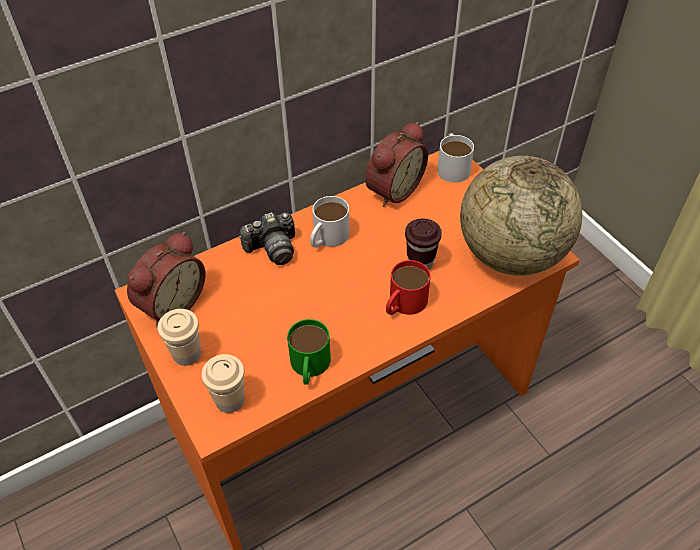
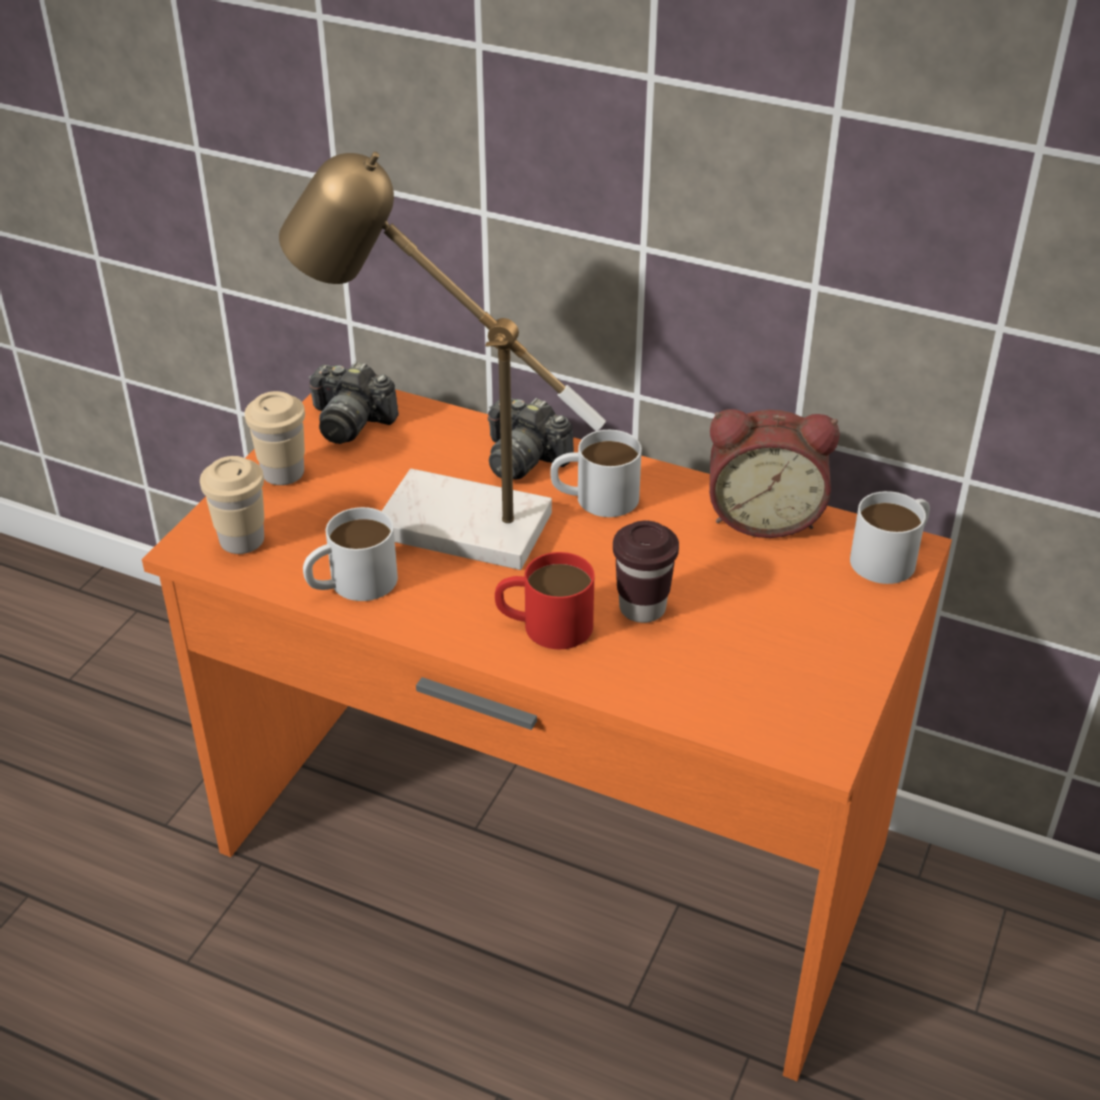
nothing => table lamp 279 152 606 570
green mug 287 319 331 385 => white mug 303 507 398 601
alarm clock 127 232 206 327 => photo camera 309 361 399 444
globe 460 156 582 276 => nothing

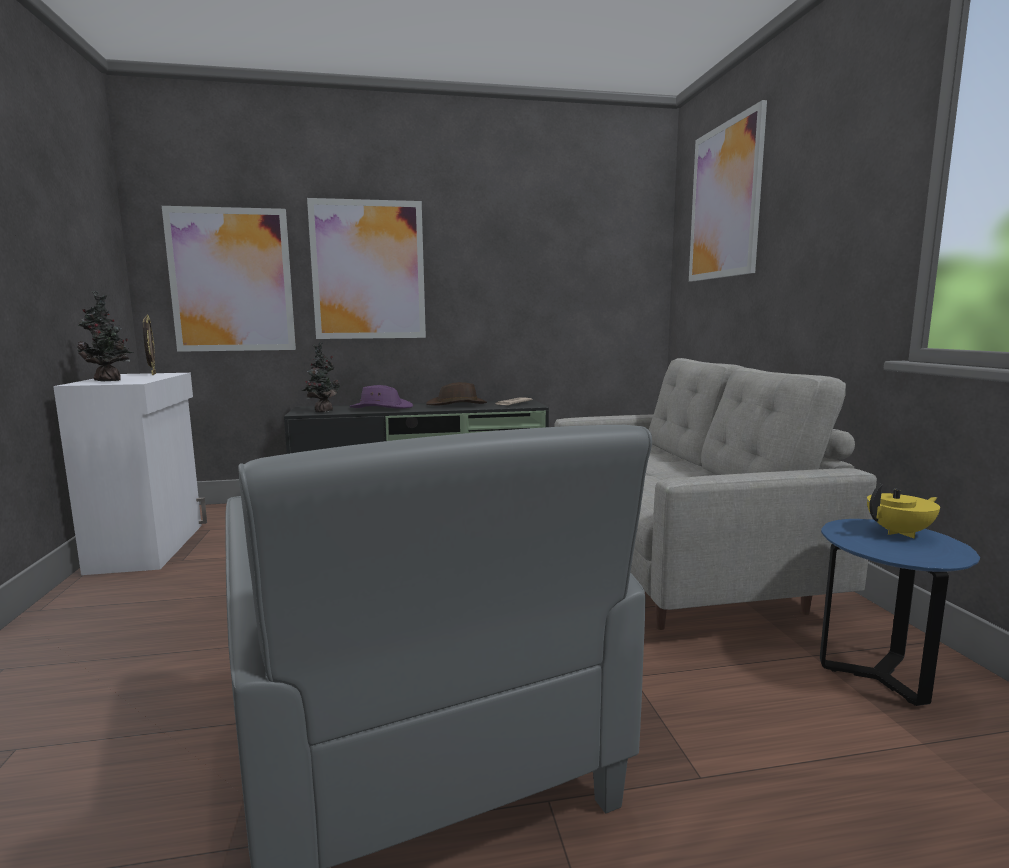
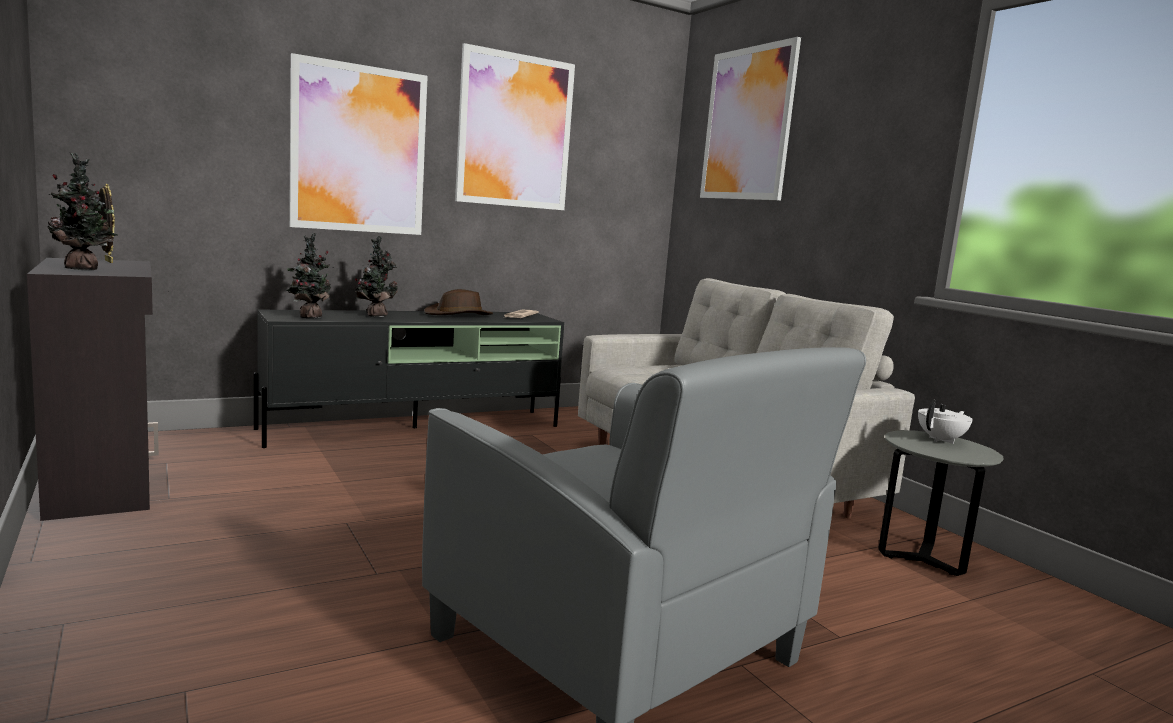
white cabinet 53 373 207 575 => black cabinet 27 258 159 521
purple hat 349 385 413 409 => potted plant 355 236 398 317
picture 162 206 296 352 => picture 455 43 575 210, relocated
blue side table 820 519 980 706 => grey side table 879 430 1003 576
yellow teapot 867 484 940 538 => white teapot 918 400 973 444

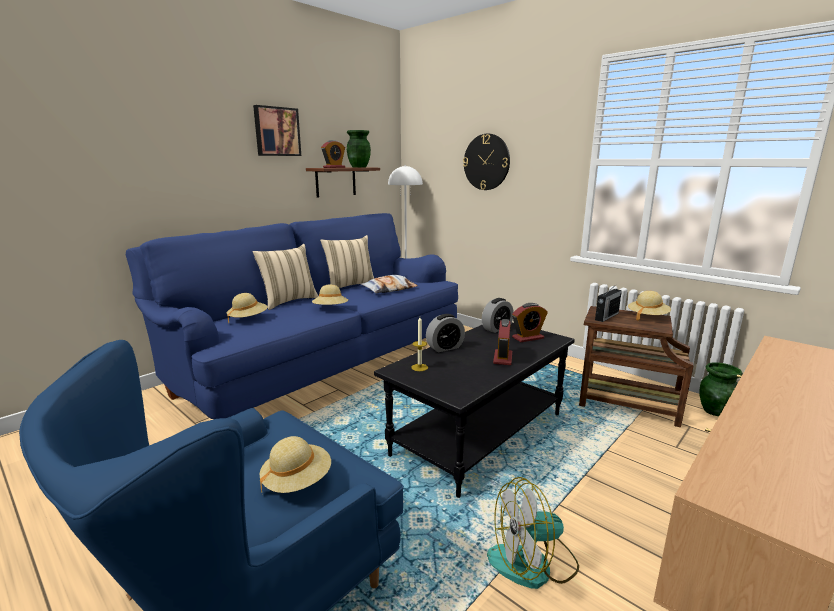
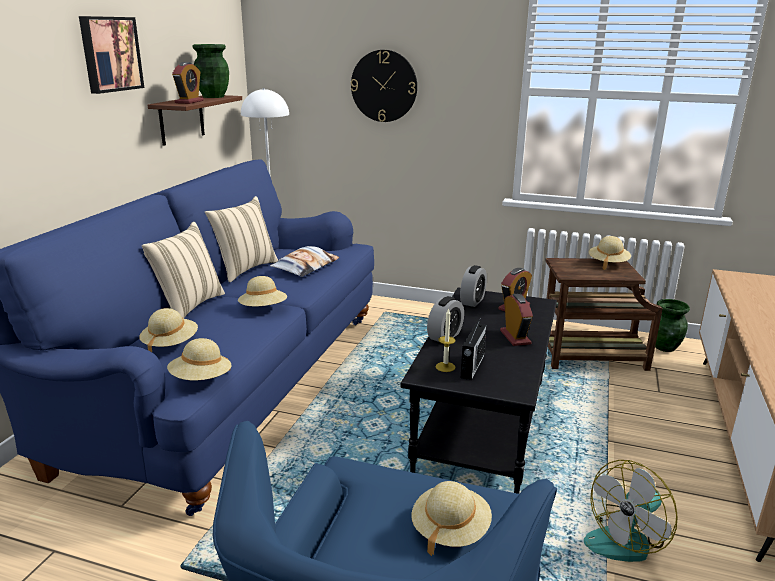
nothing => beige hat 167 338 232 381
radio 595 285 622 322 => radio 461 320 486 380, relocated

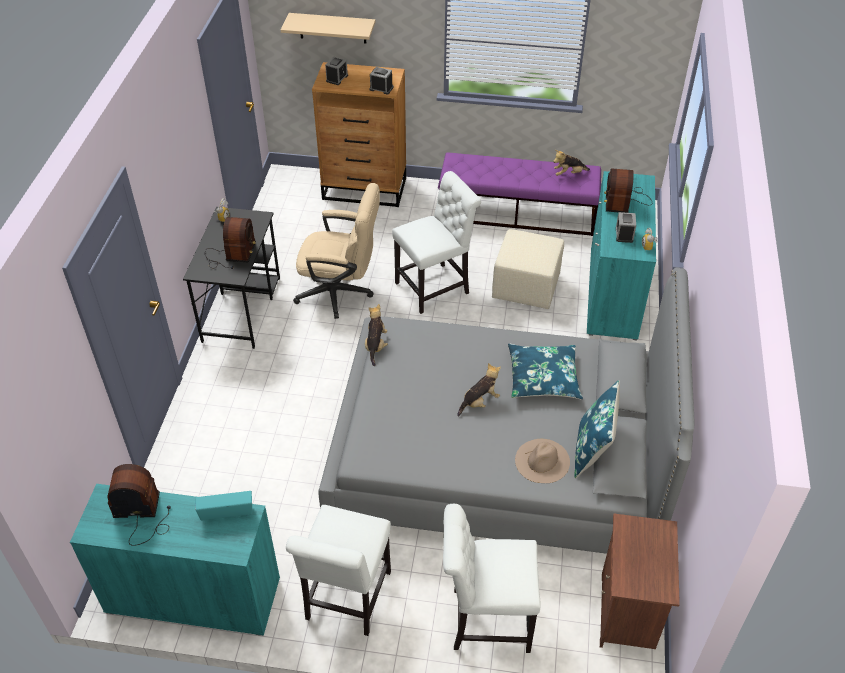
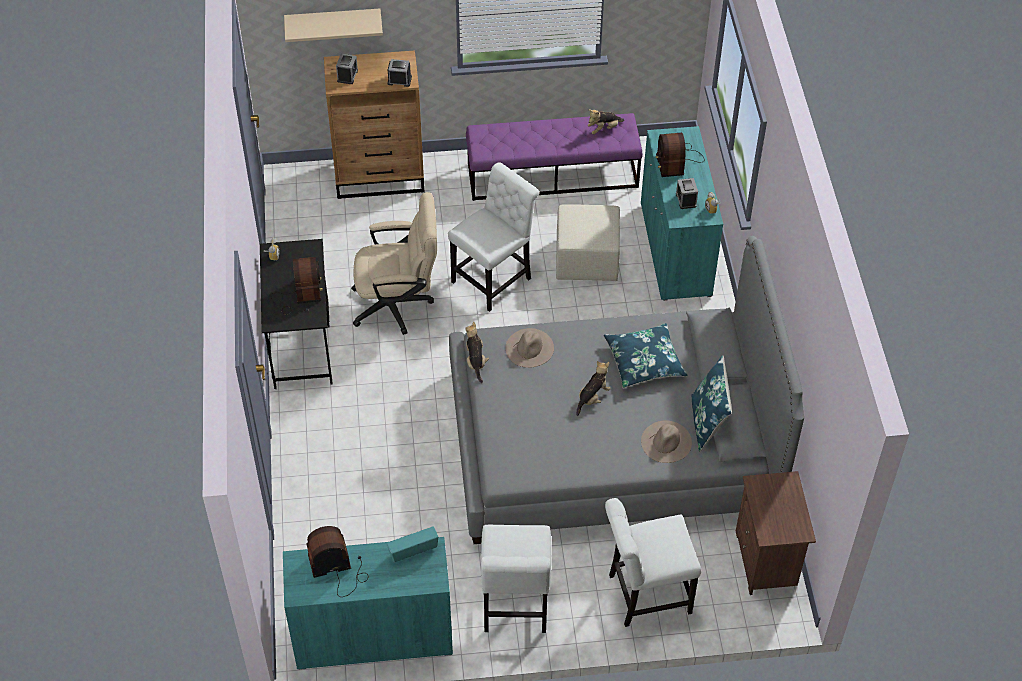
nothing => beige hat 505 328 554 368

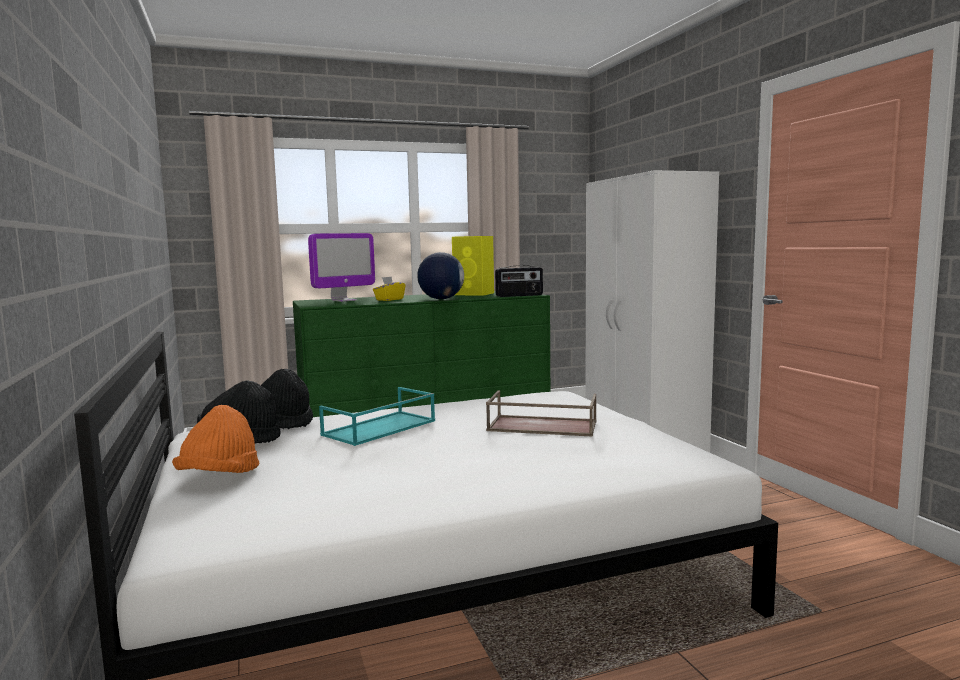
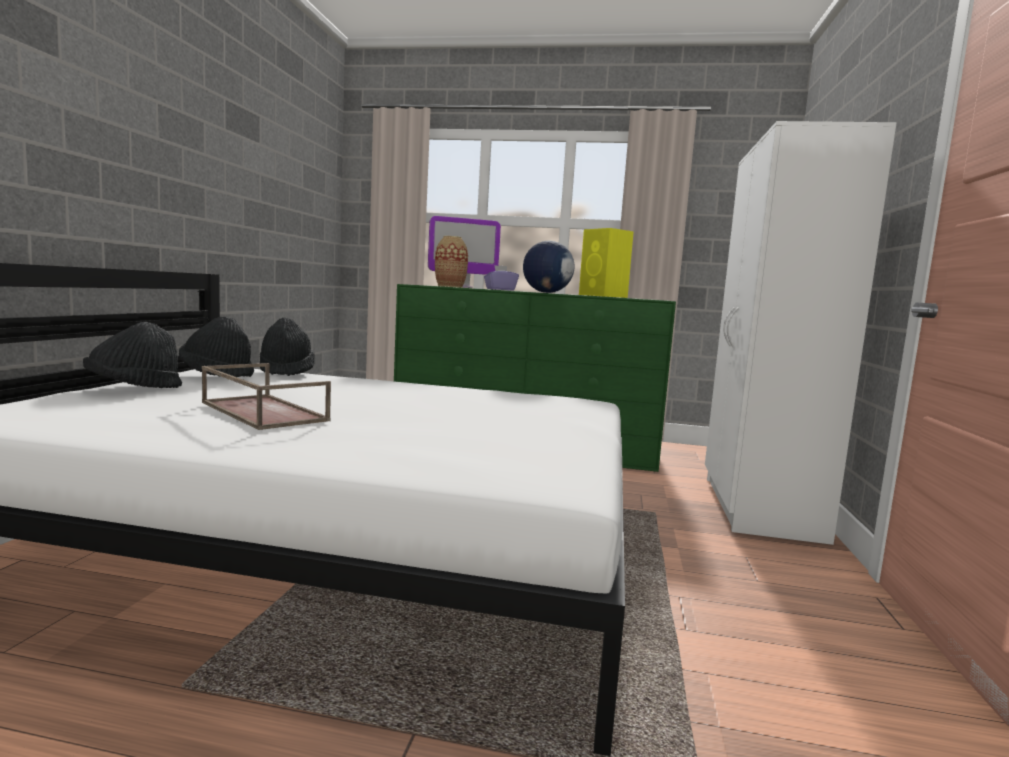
orange hat 172 405 259 473 => black hat 83 322 182 388
brown tray 486 390 597 437 => brown tray 202 363 331 430, relocated
nothing => vase 435 236 468 288
yellow tissue box 373 277 406 301 => purple tissue box 484 265 519 291
turquoise tray 319 387 435 446 => nothing
radio 495 265 543 297 => nothing

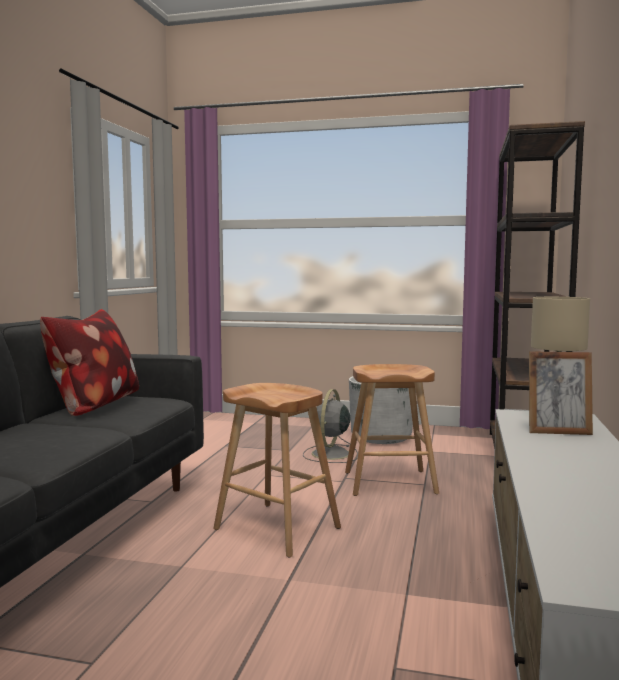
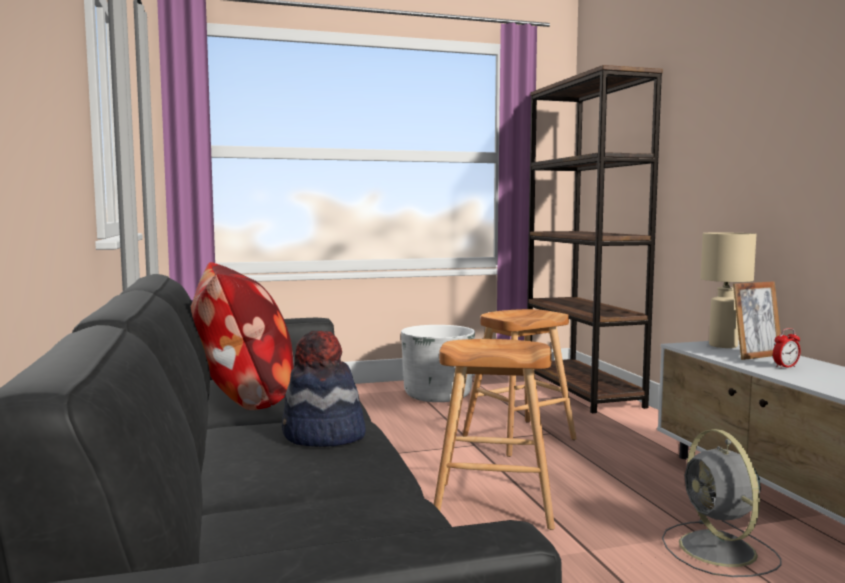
nothing => hat 282 331 366 447
grey fan 303 389 358 463 => grey fan 662 429 782 577, relocated
nothing => alarm clock 773 328 801 368

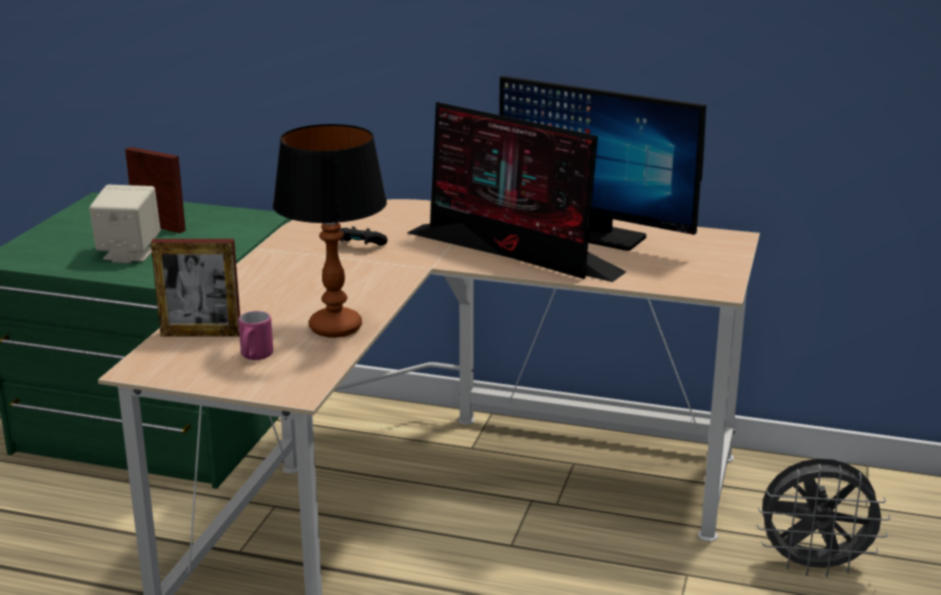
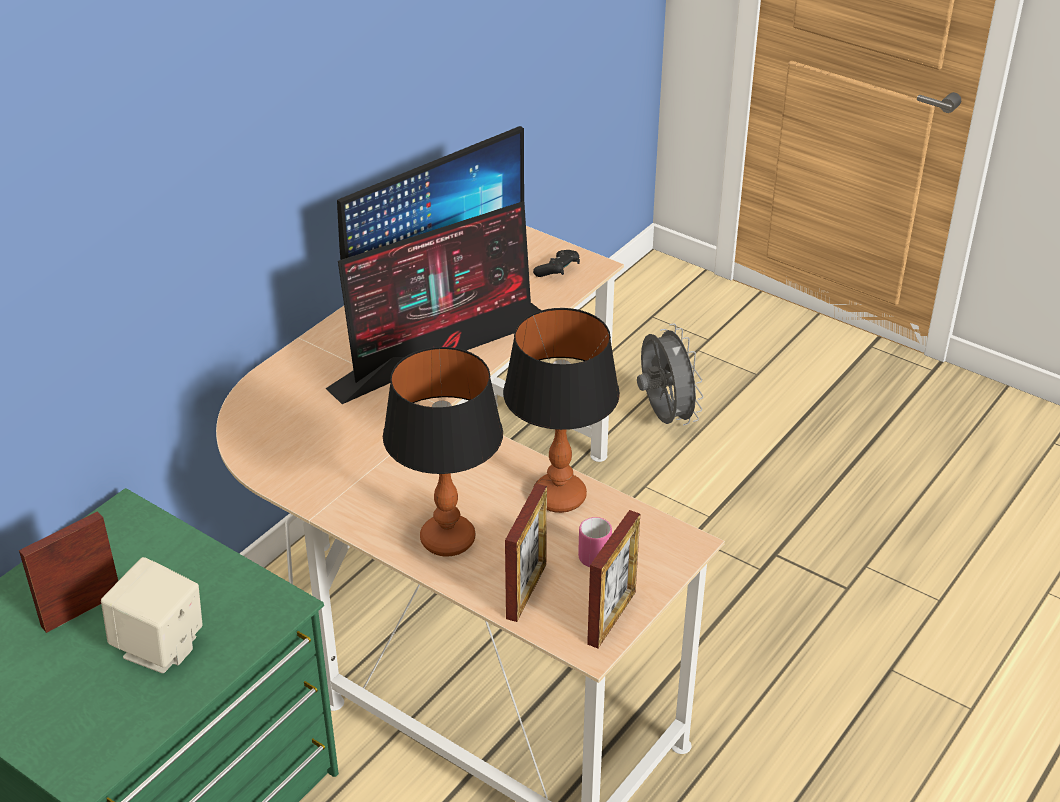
nothing => table lamp 383 347 503 556
black game controller 340 226 387 246 => black game controller 533 250 580 277, relocated
nothing => picture frame 587 510 640 648
grey fan 756 458 890 577 => grey fan 637 323 703 426, 45 degrees counterclockwise

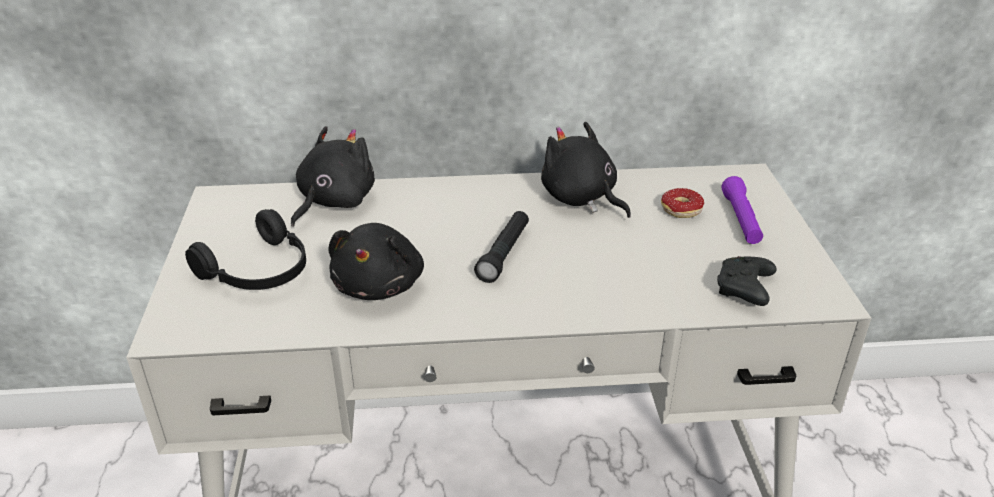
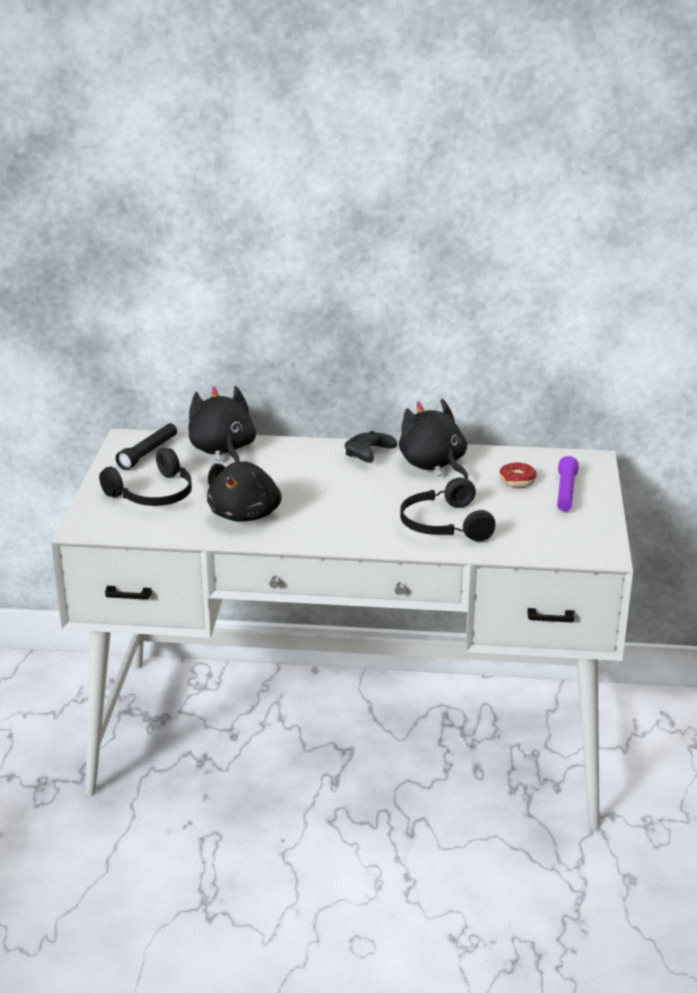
black flashlight 474 211 529 283 => black flashlight 116 423 177 470, relocated
black plush toy 291 126 375 227 => black plush toy 189 386 256 462, 60 degrees counterclockwise
black game controller 717 256 777 306 => black game controller 345 431 397 463, relocated
nothing => black headphones 400 477 495 541

